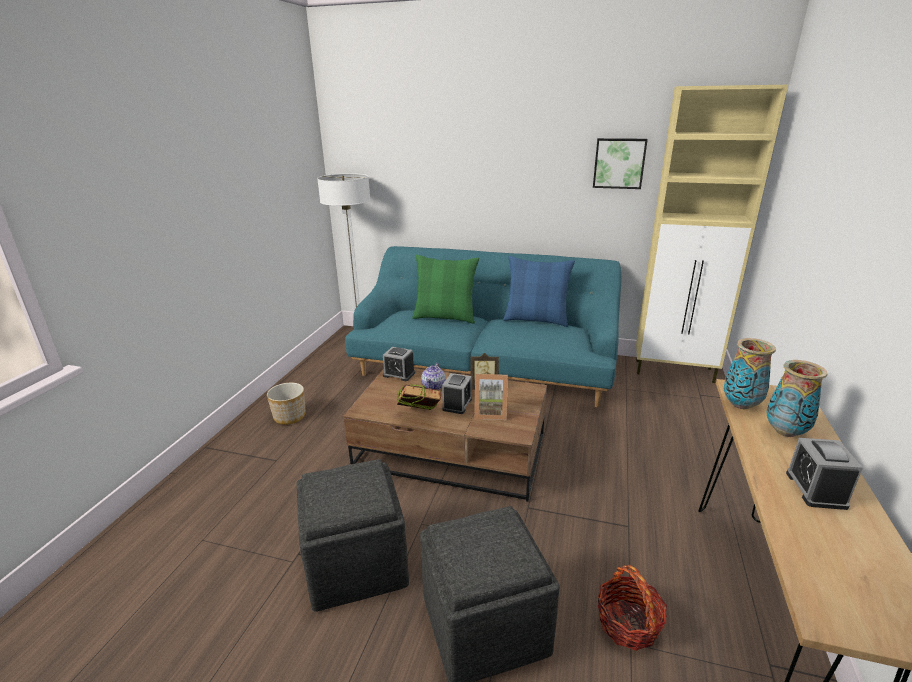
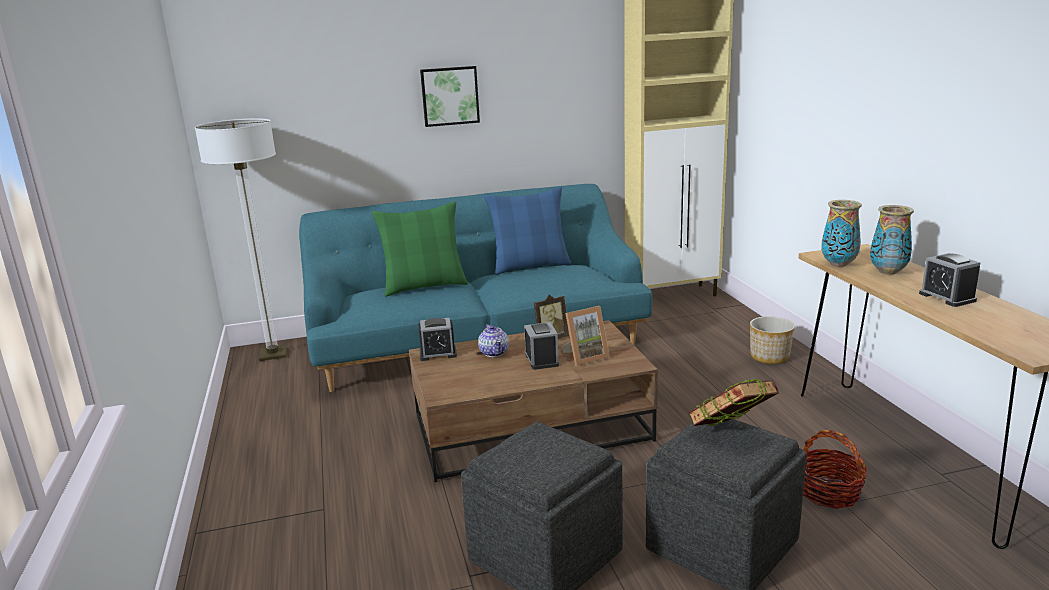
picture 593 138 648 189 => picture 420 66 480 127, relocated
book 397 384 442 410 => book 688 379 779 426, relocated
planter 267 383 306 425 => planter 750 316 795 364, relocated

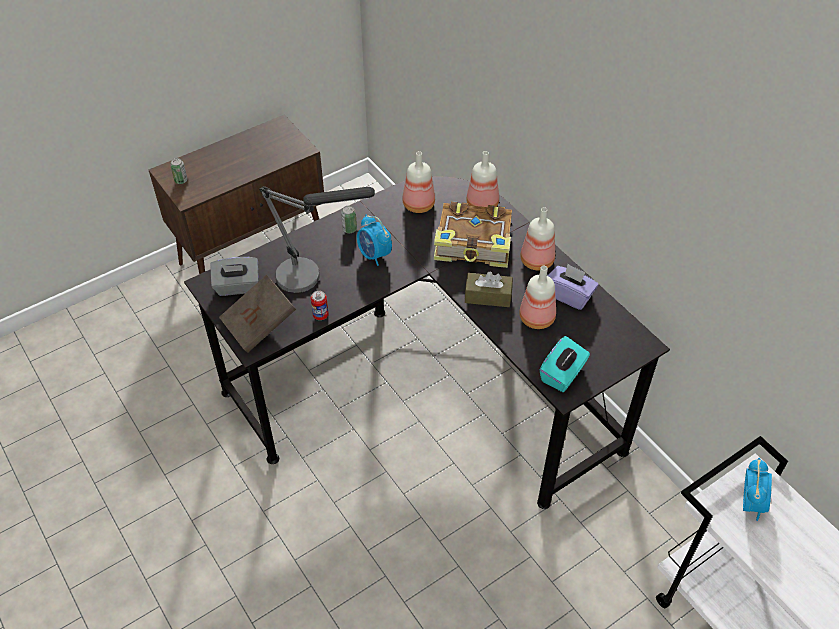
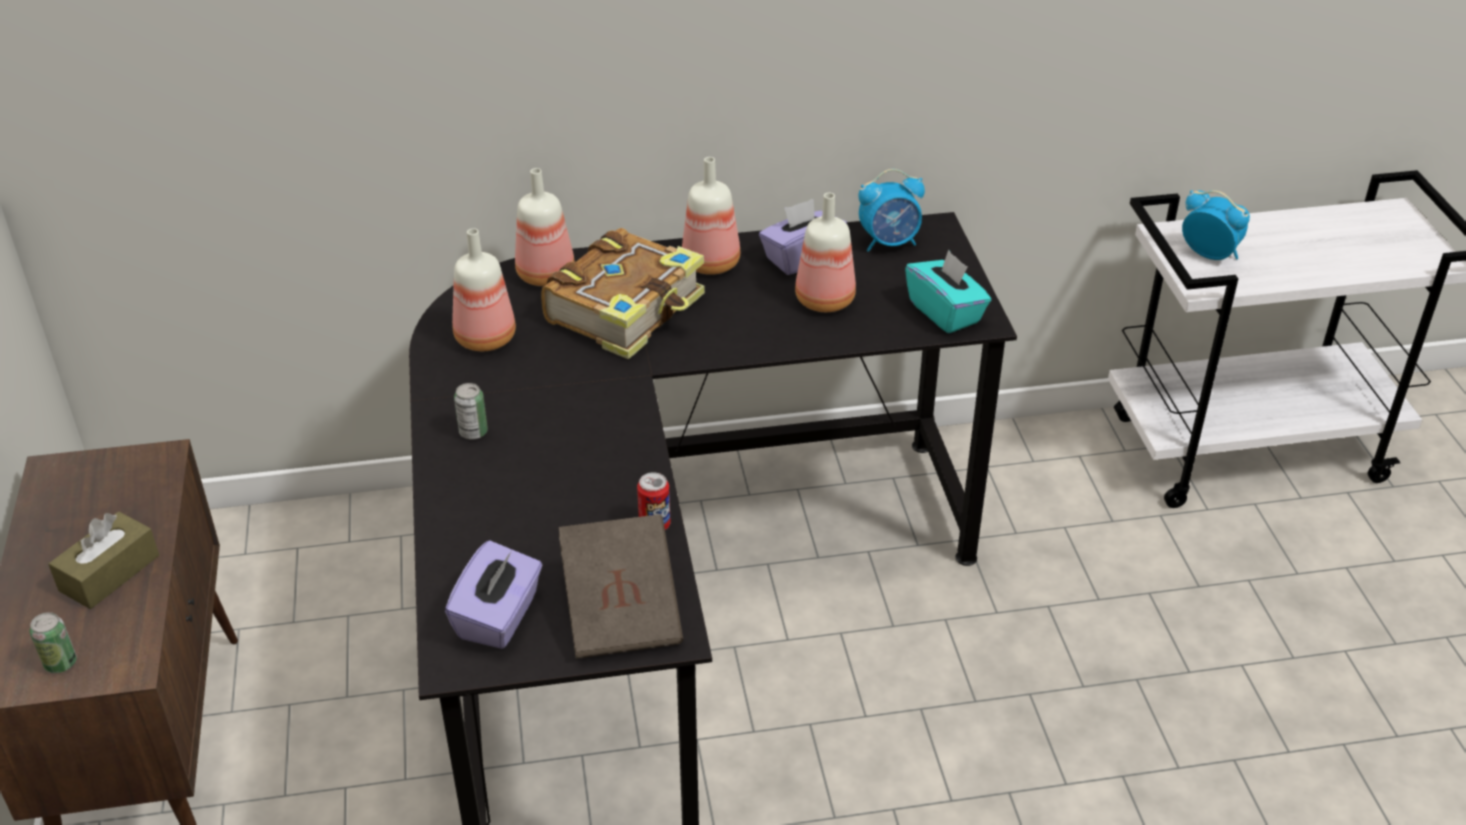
brown tissue box 465 271 513 307 => brown tissue box 48 511 159 609, relocated
grey tissue box 210 257 259 296 => purple tissue box 445 540 542 649
alarm clock 357 214 392 266 => alarm clock 858 169 925 252, relocated
table lamp 259 186 375 293 => nothing

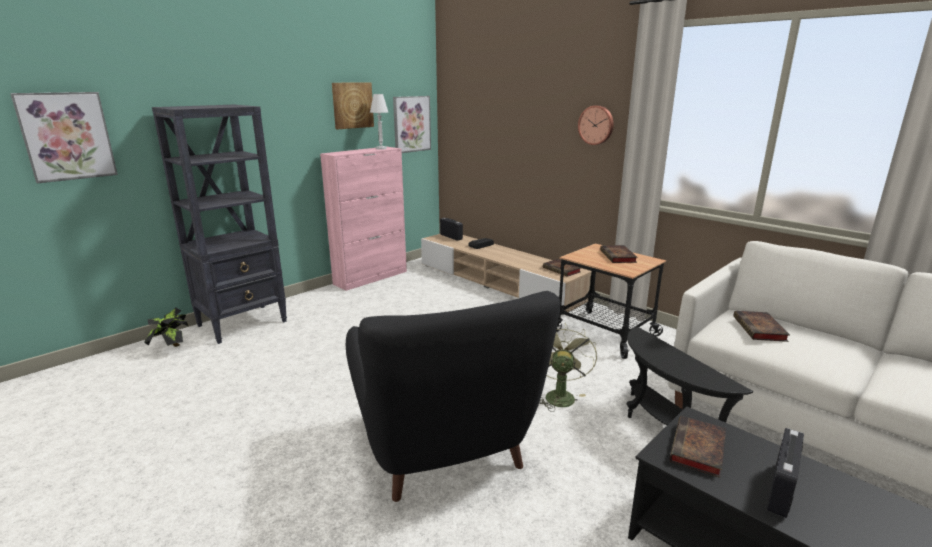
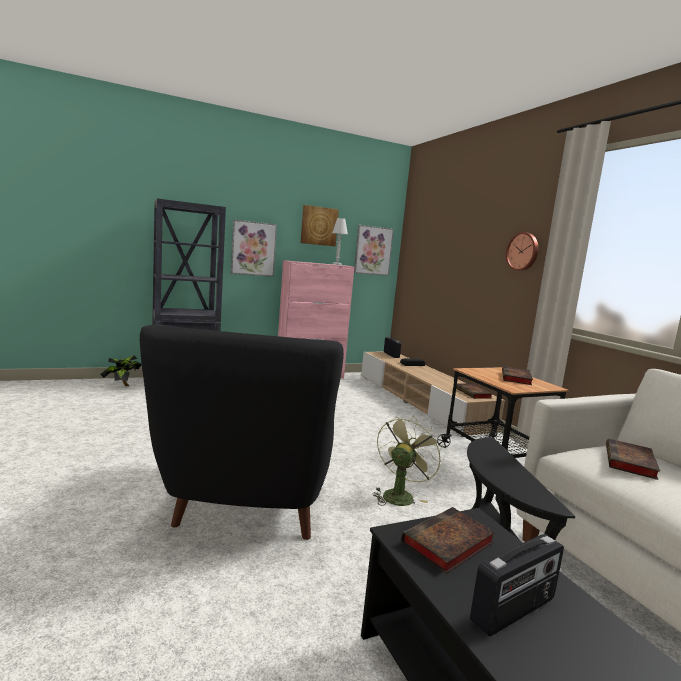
picture 10 92 118 183 => picture 231 220 277 277, relocated

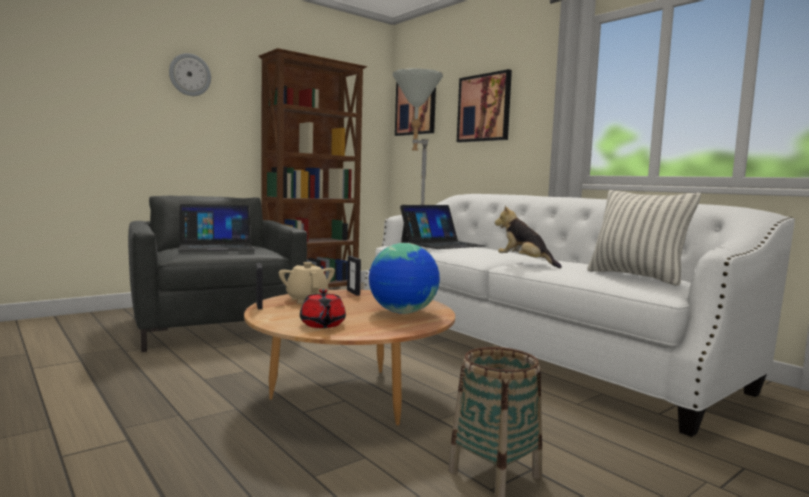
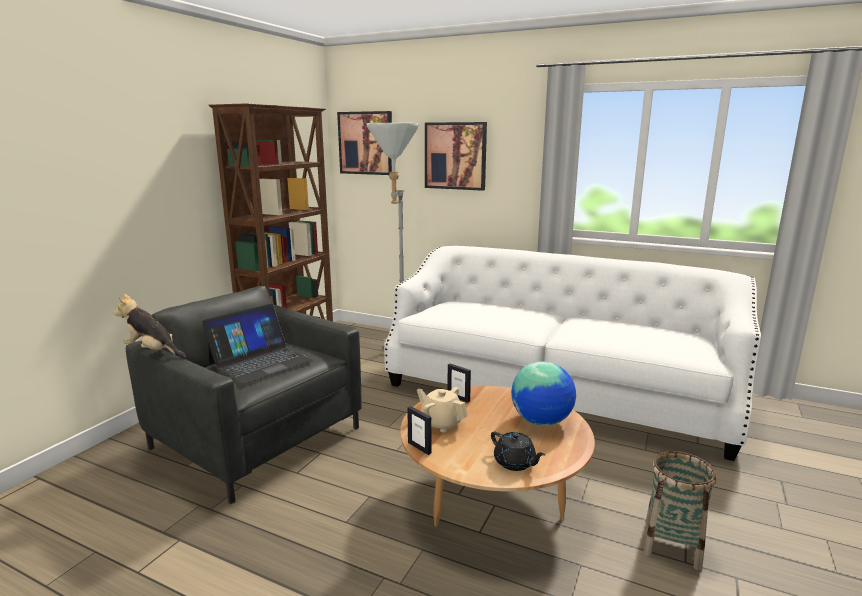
plush toy 495 205 562 268 => plush toy 114 294 186 358, relocated
red teapot 300 289 346 328 => black teapot 491 432 545 471
wall clock 169 53 211 96 => nothing
laptop 400 205 486 249 => nothing
pillow 587 190 701 286 => nothing

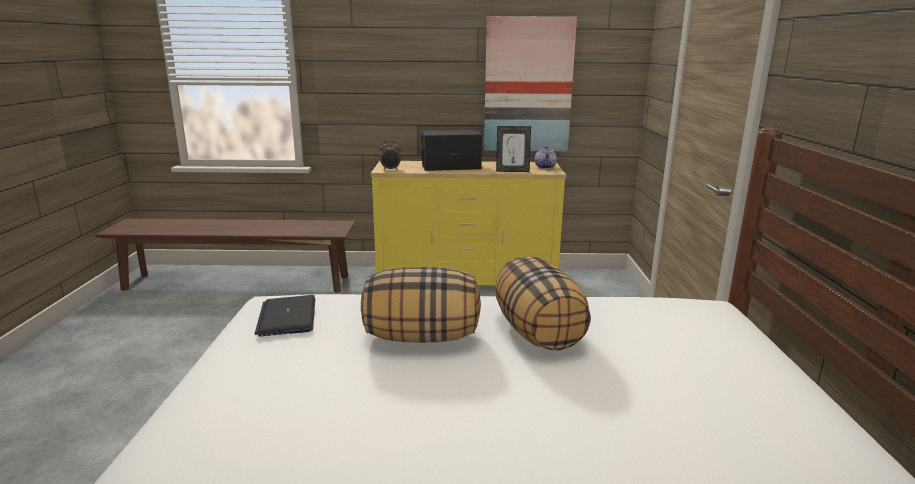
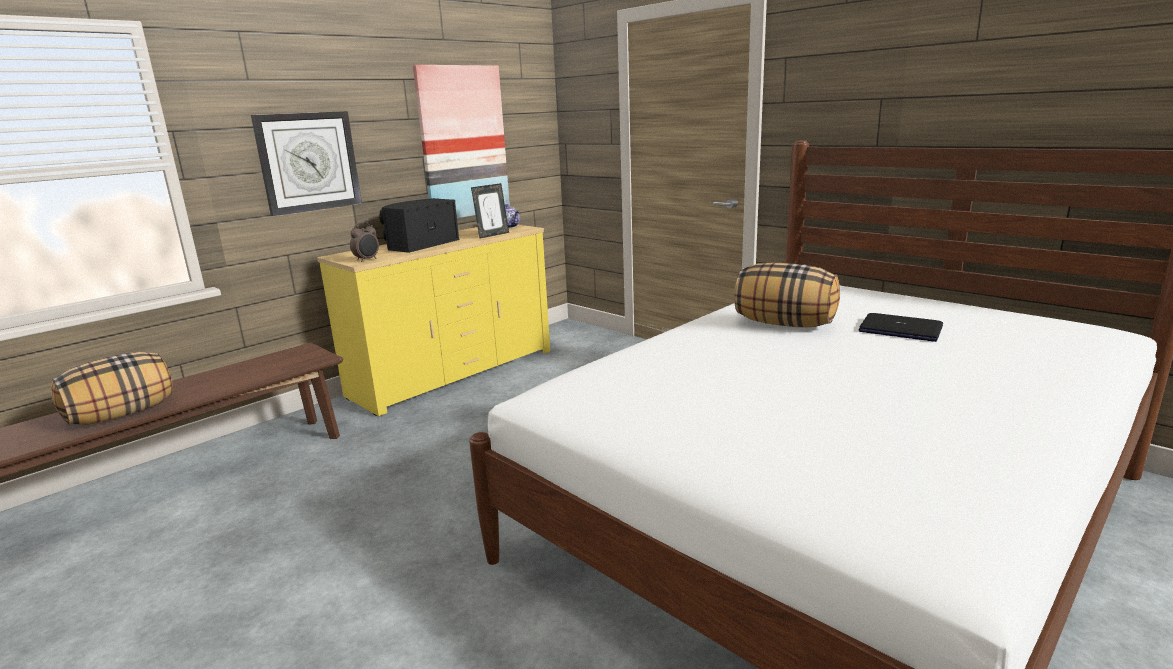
pillow 361 267 481 342 => pillow 51 352 172 425, relocated
nothing => wall clock 251 111 362 216
laptop 255 295 315 336 => laptop 859 313 943 342, relocated

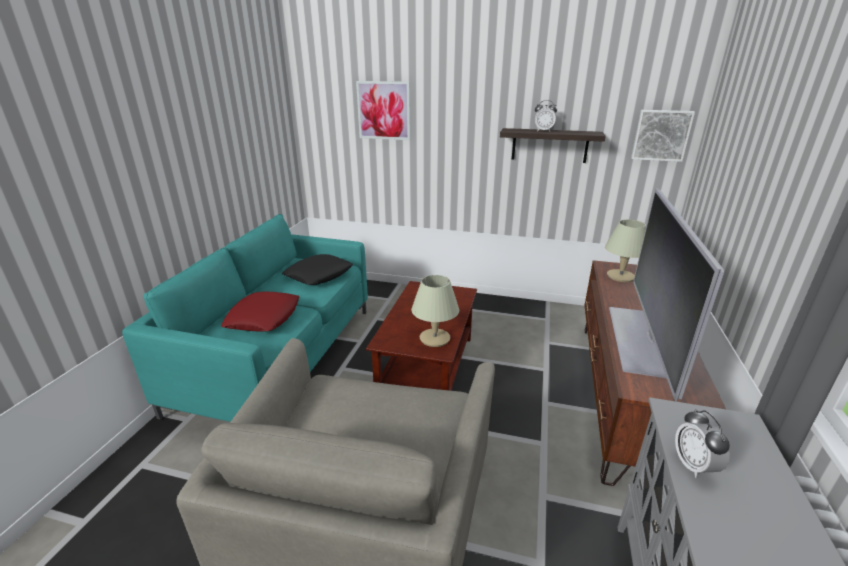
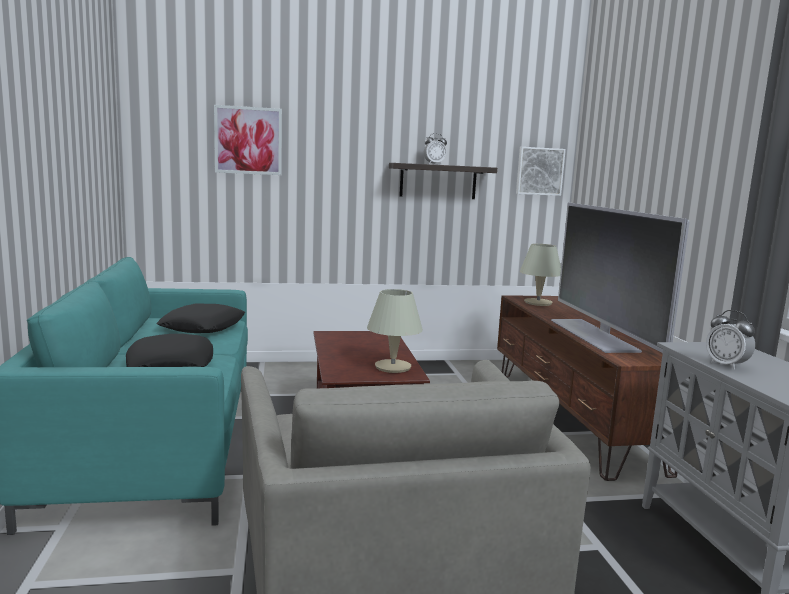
red pillow 221 291 299 332 => black pillow 126 334 213 367

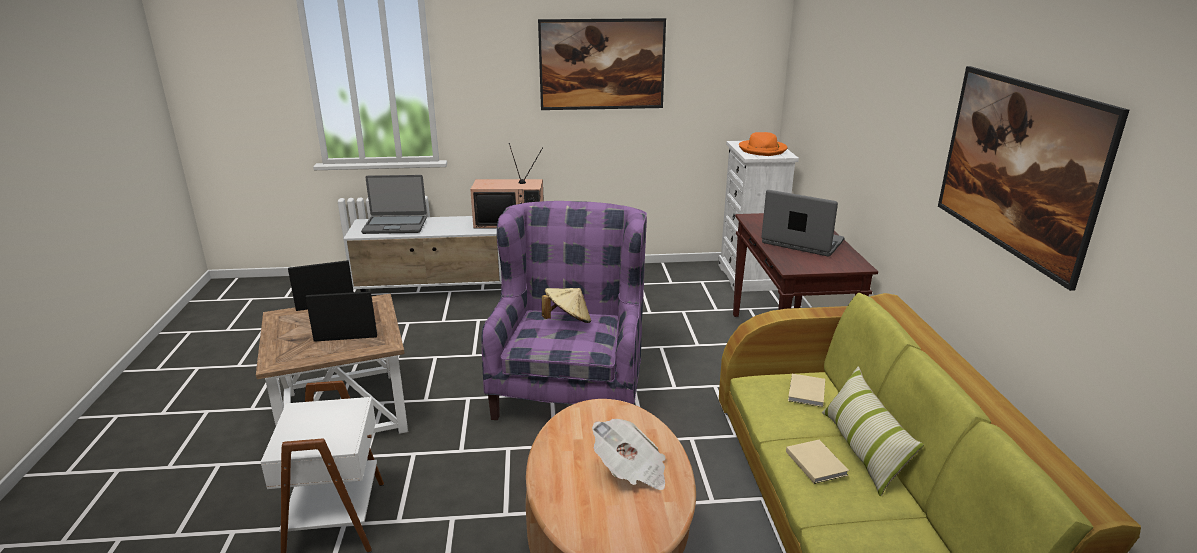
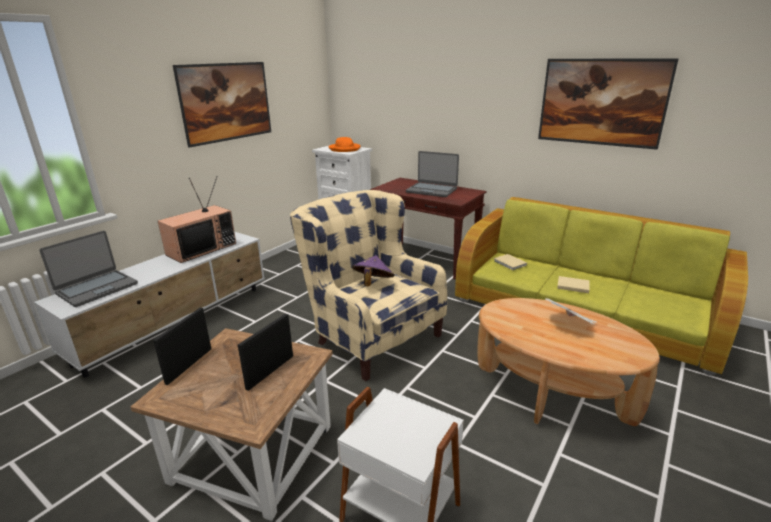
purple armchair 481 201 647 420 => beige armchair 290 190 447 381
beige hat 542 288 591 323 => purple hat 352 255 394 286
laptop 762 190 844 256 => laptop 406 151 459 197, 135 degrees counterclockwise
pillow 822 366 924 496 => nothing

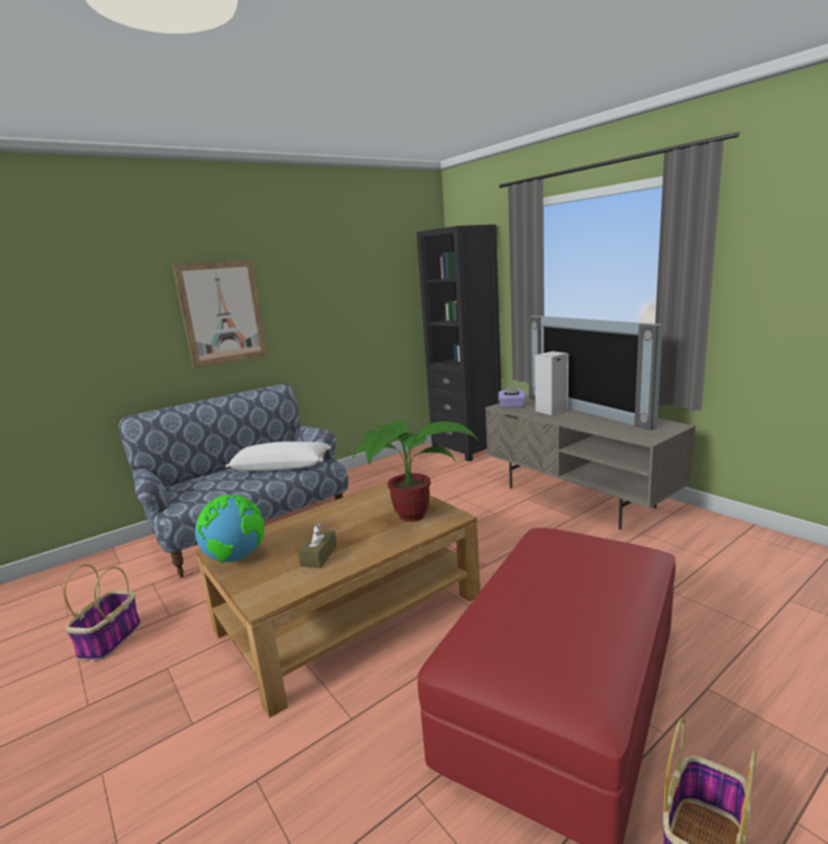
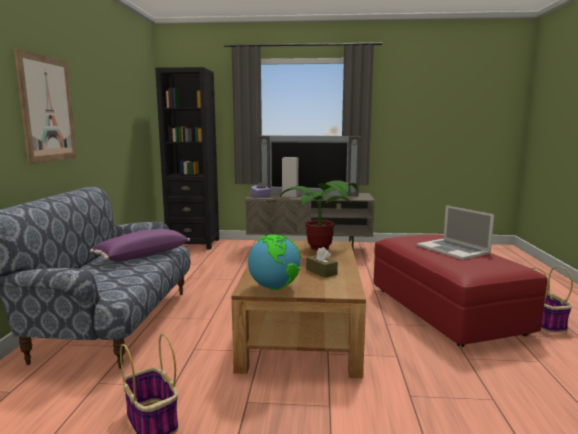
white pillow 225 442 331 471 => purple pillow 90 229 190 262
nothing => laptop 417 205 494 260

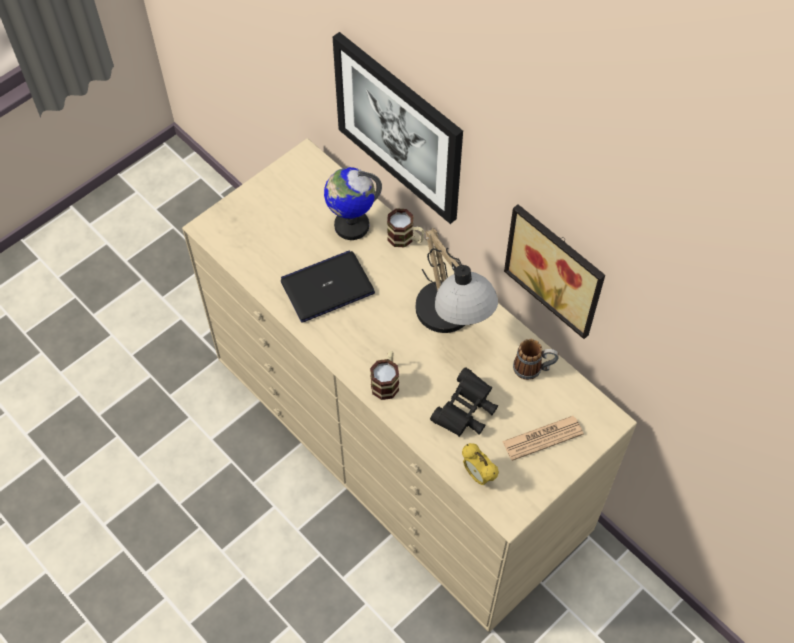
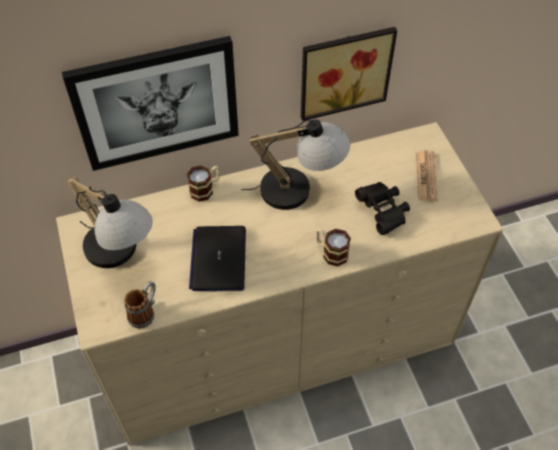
nothing => table lamp 66 176 153 268
mug 513 339 559 380 => mug 124 281 156 329, relocated
globe 324 167 382 240 => nothing
alarm clock 462 443 499 485 => nothing

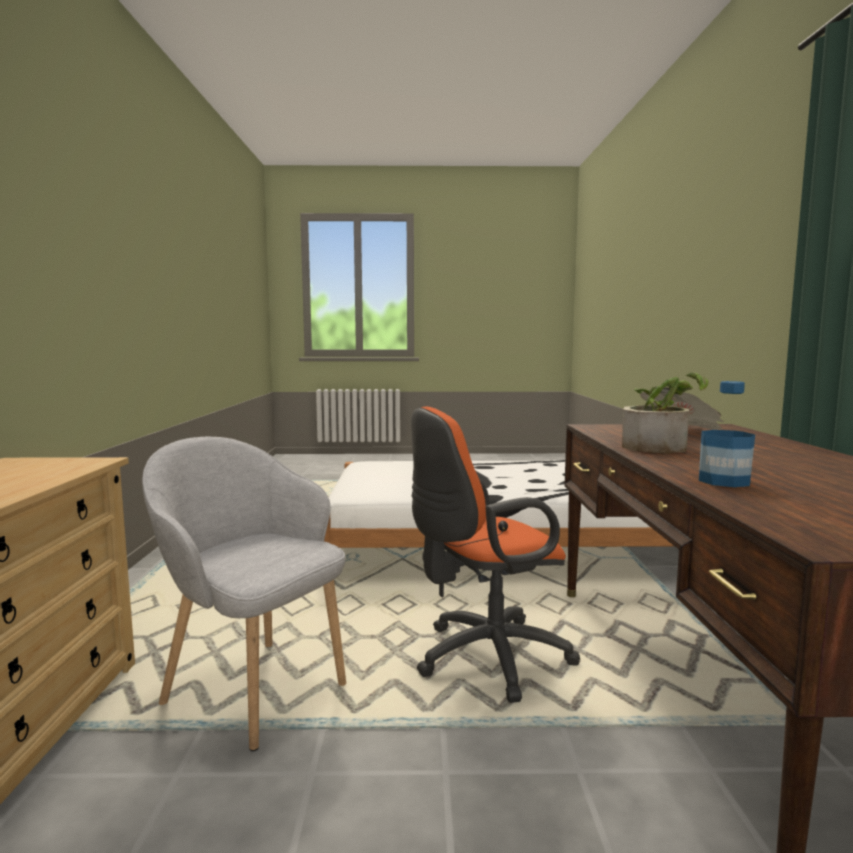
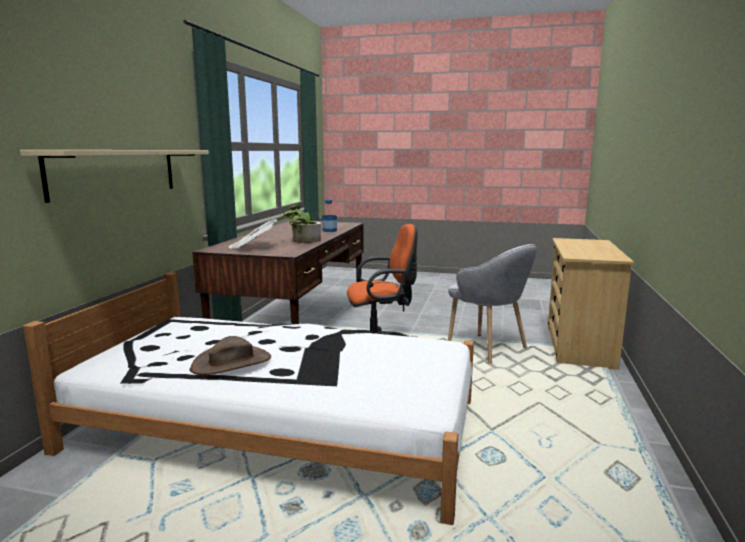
nothing => beige shelf 20 150 209 203
nothing => brown hat 191 336 271 375

